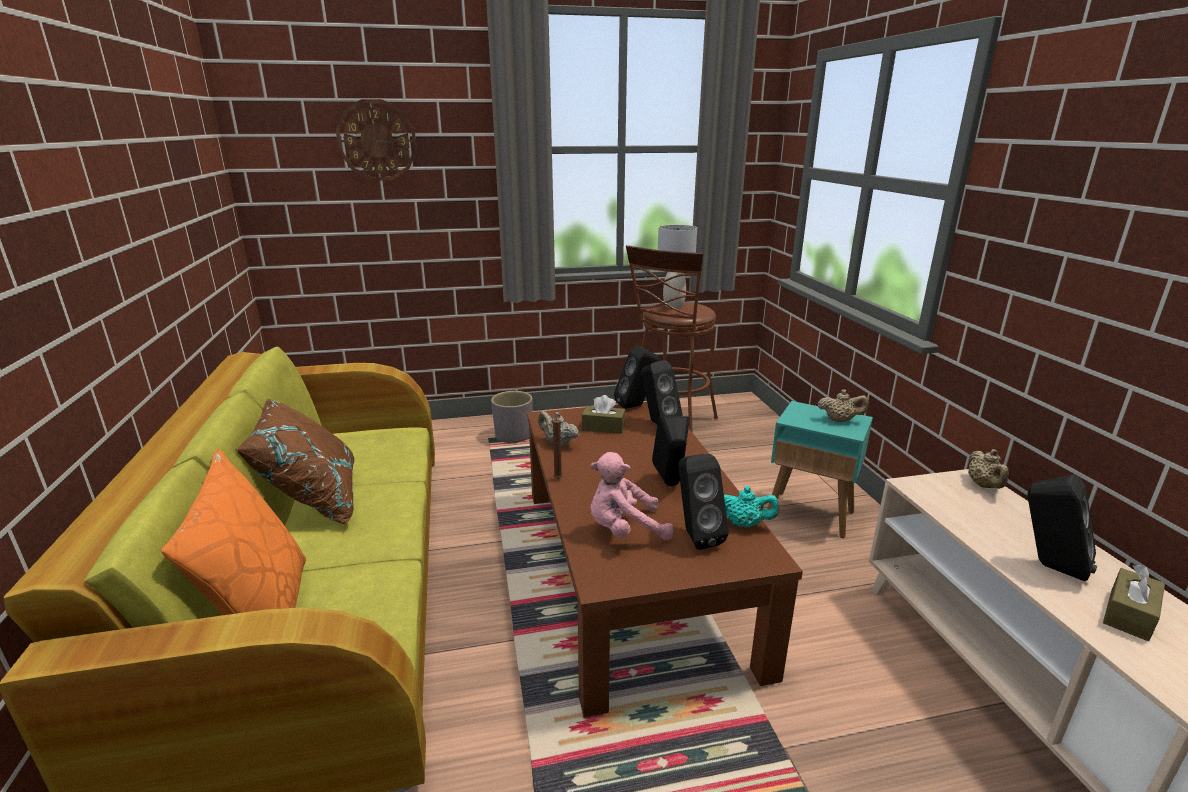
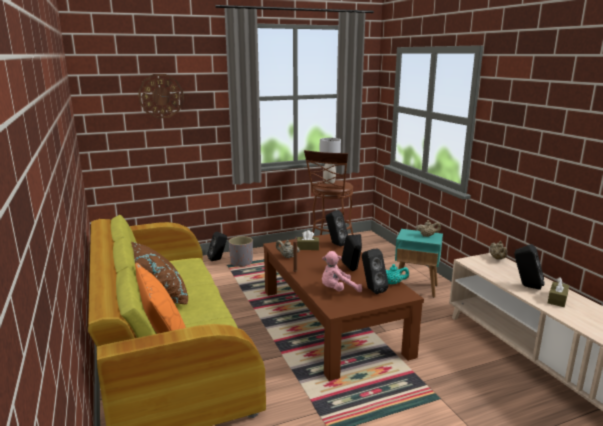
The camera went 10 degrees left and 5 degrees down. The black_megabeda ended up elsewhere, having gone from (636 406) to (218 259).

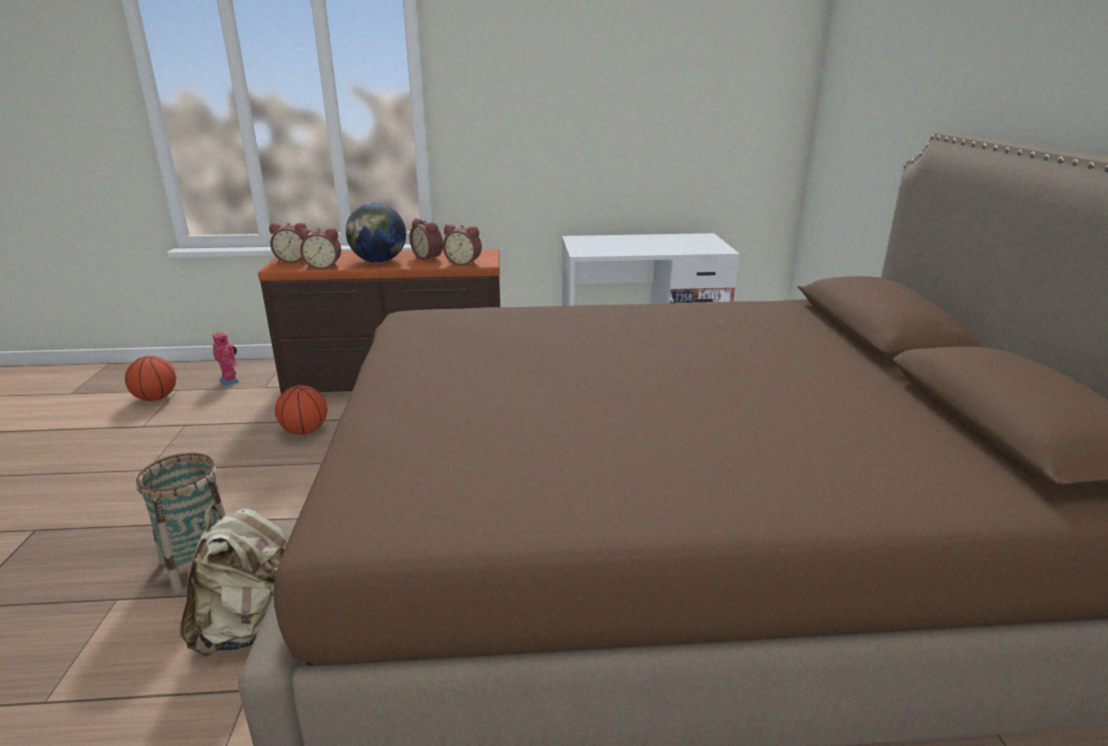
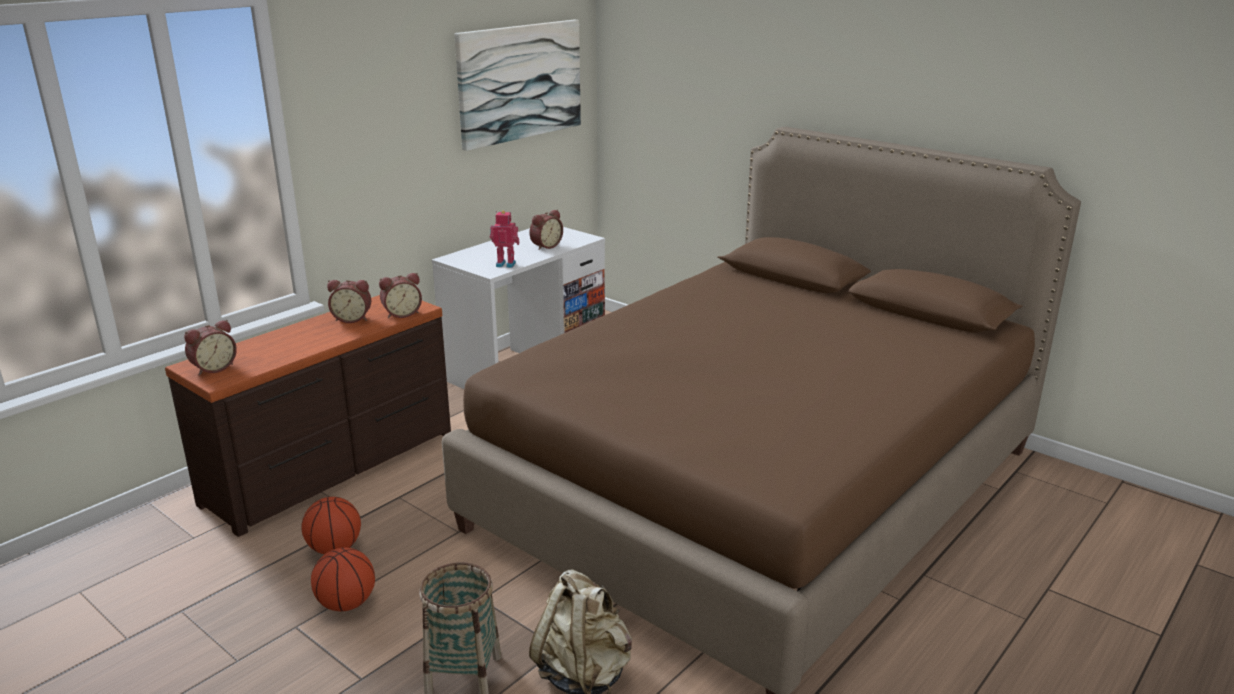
The camera went 45 degrees left and 0 degrees up. The second view lost the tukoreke at (379 261). The second view gained the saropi at (520 82). The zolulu ended up elsewhere, having gone from (156 398) to (346 604). The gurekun ended up elsewhere, having gone from (231 380) to (506 264). The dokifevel ended up elsewhere, having gone from (324 266) to (545 246).

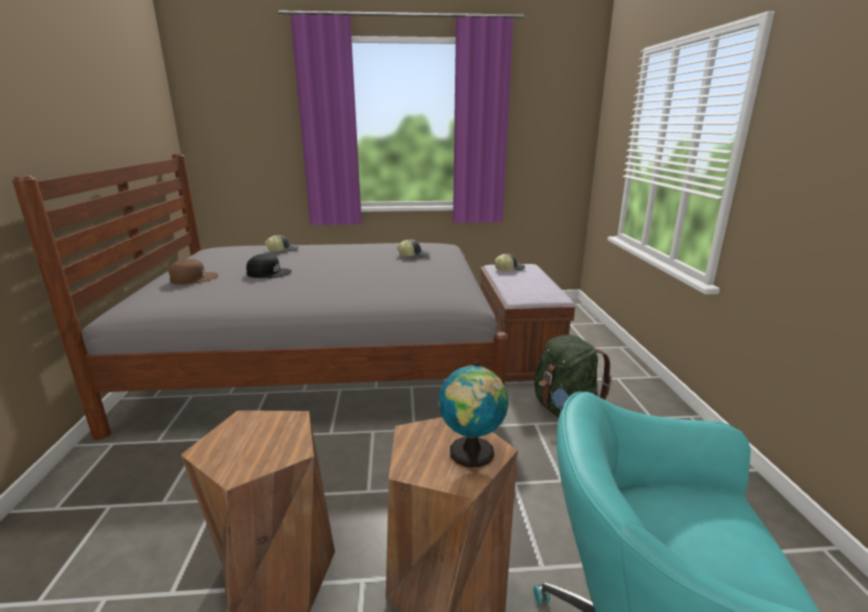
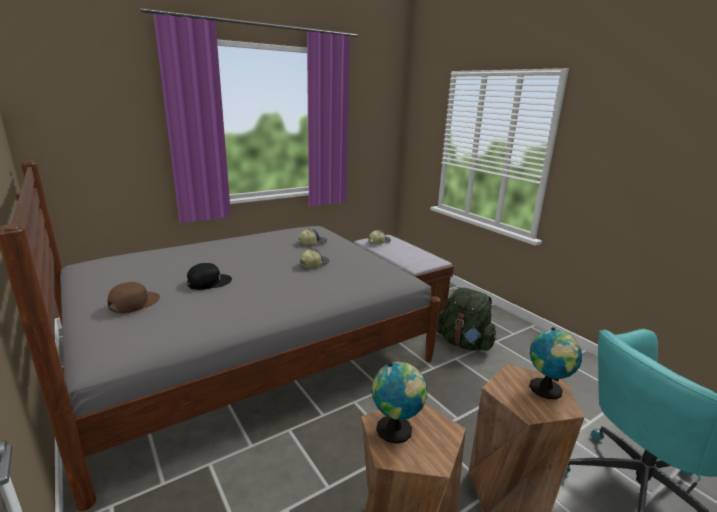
The camera went 30 degrees left and 0 degrees up. The second view gained the tukoreke at (396 430). The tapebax ended up elsewhere, having gone from (283 250) to (314 264).

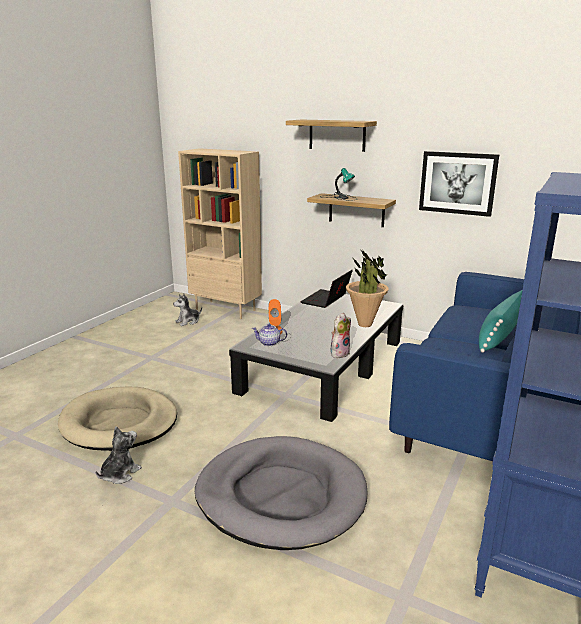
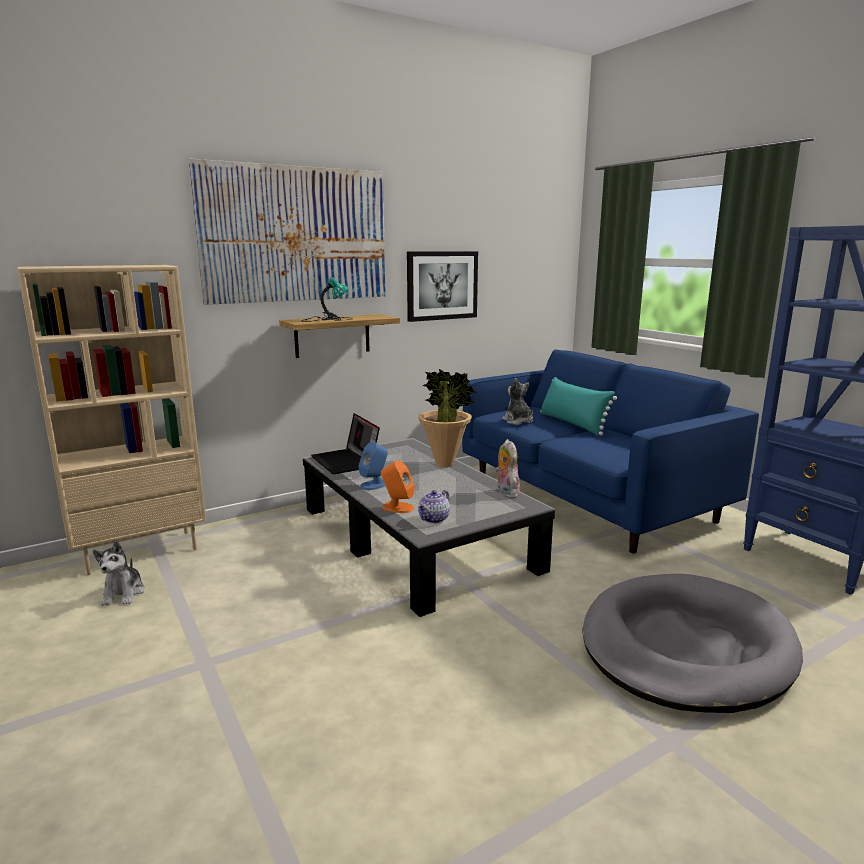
The camera went 60 degrees left and 5 degrees down. The second view lost the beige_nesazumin at (119 423). The second view gained the blue_megabeda at (374 485). The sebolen ended up elsewhere, having gone from (120 474) to (518 421). Where the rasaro hung at (337 135), the saropi came to hang at (295 235).

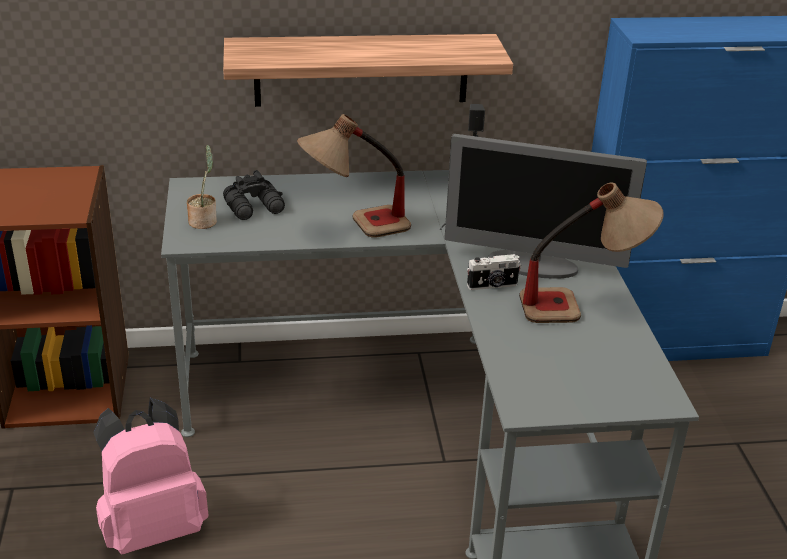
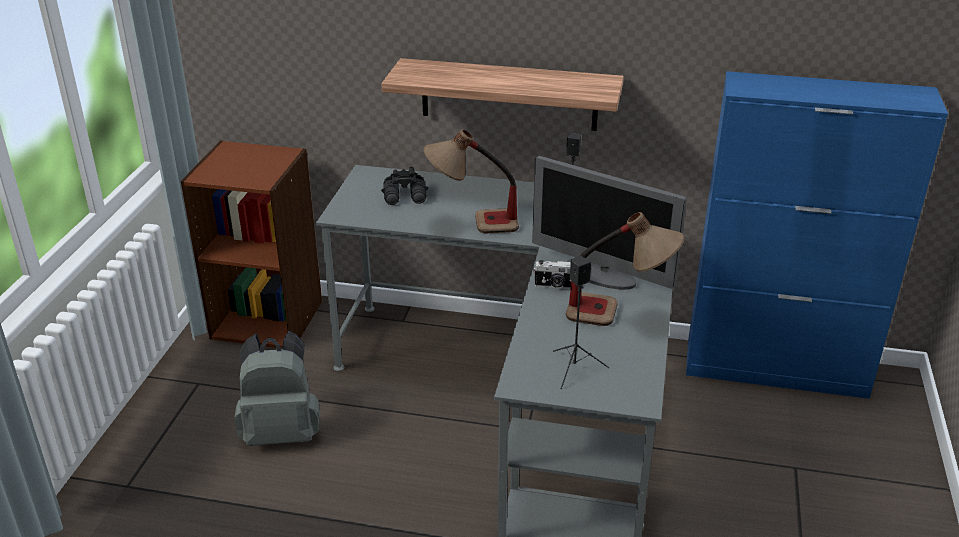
The camera went 20 degrees right and 0 degrees up. The second view lost the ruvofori at (204 221). The second view gained the black_megabeda at (575 368). What was the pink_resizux at (153 527) turned into the grey_resizux at (282 432).

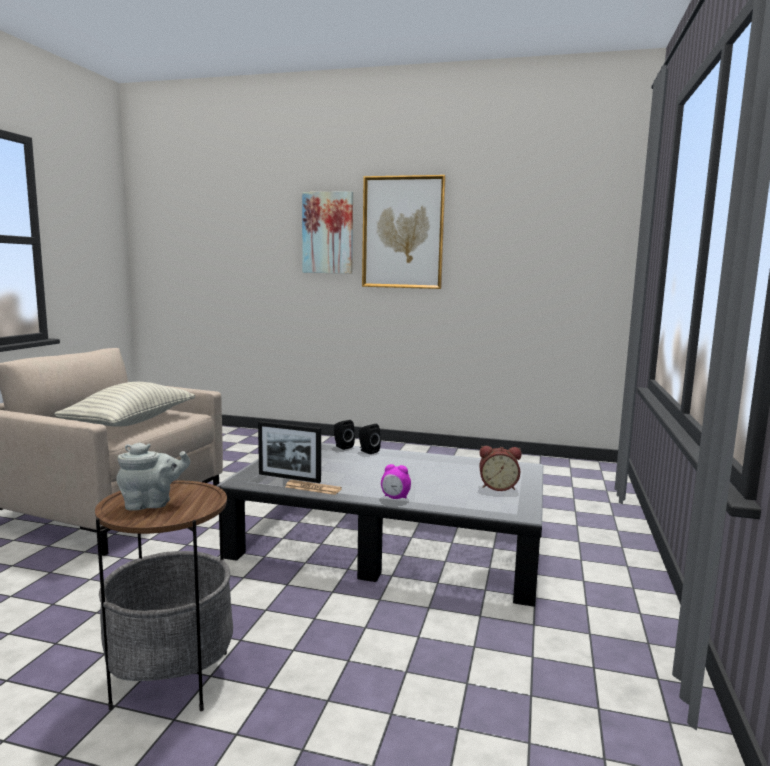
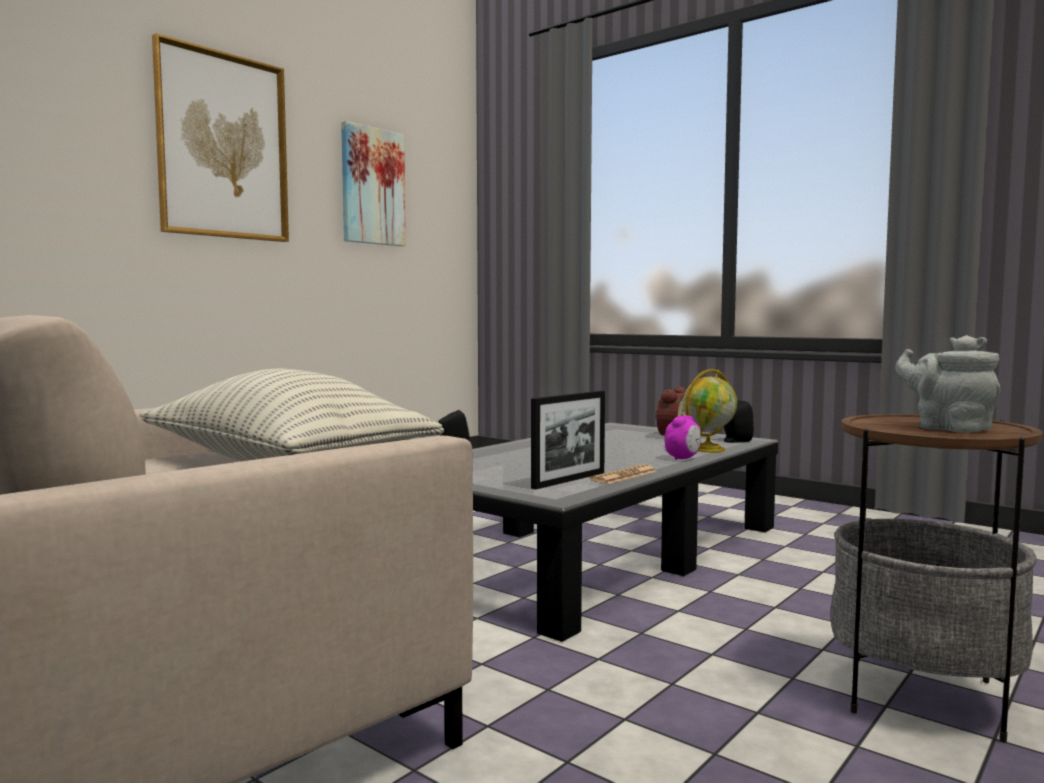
The camera went 65 degrees left and 5 degrees down. The second view gained the tukoreke at (708 449). The saropi ended up elsewhere, having gone from (328 233) to (372 186). The black_megabeda ended up elsewhere, having gone from (367 451) to (735 441). The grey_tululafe at (152 504) ended up facing another way, 45 degrees counterclockwise from before.

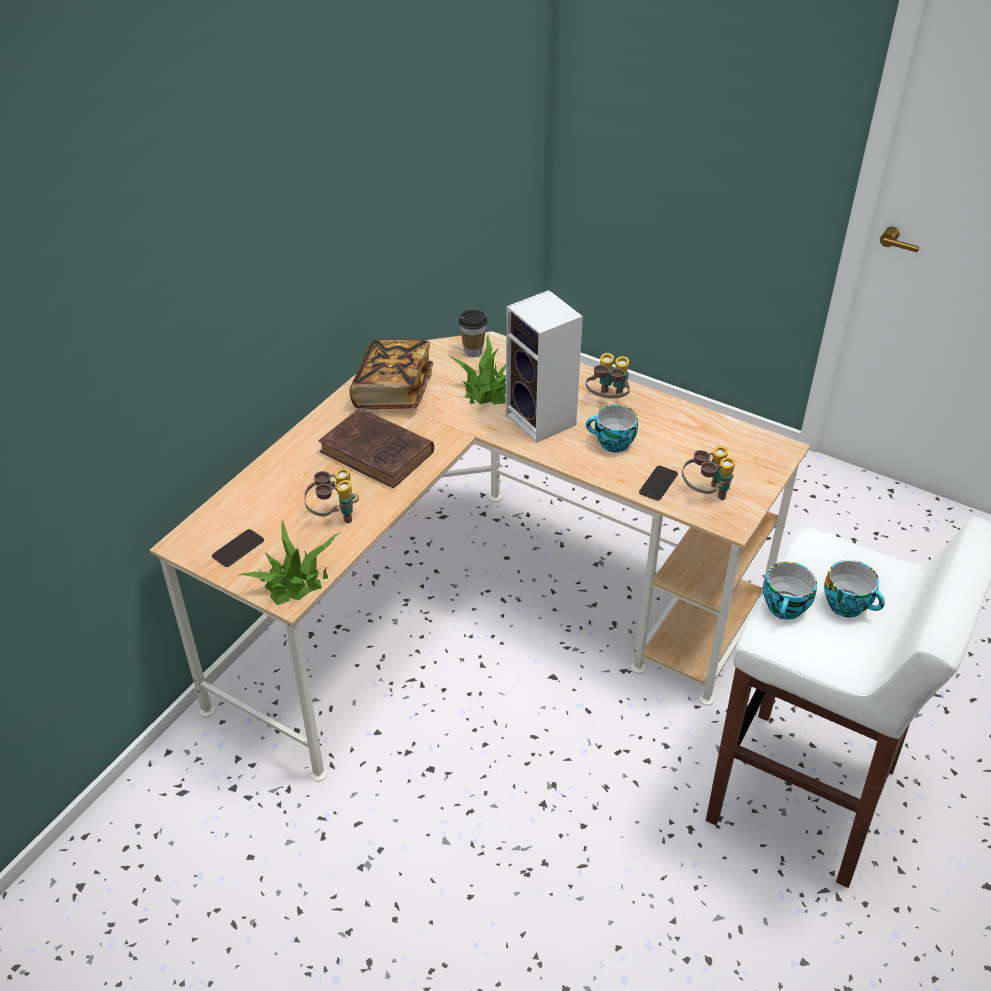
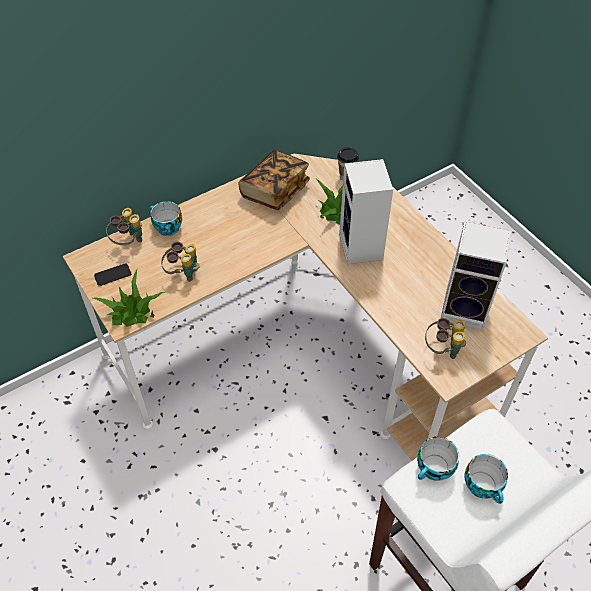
The camera went 25 degrees right and 10 degrees up. The second view lost the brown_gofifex at (379 453). The second view lost the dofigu at (658 484). The second view gained the megabeda at (466 309). The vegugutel ended up elsewhere, having gone from (608 400) to (128 242). The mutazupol ended up elsewhere, having gone from (612 443) to (166 228).

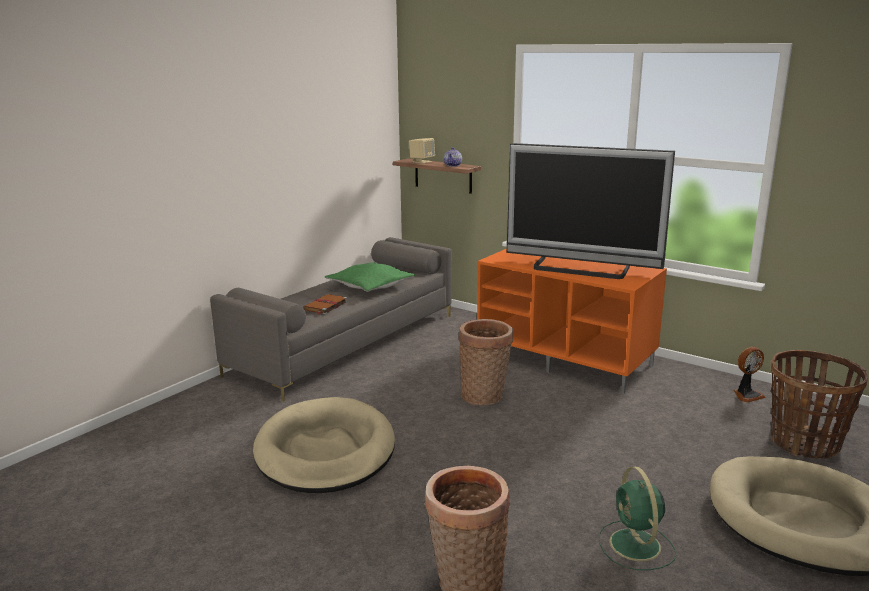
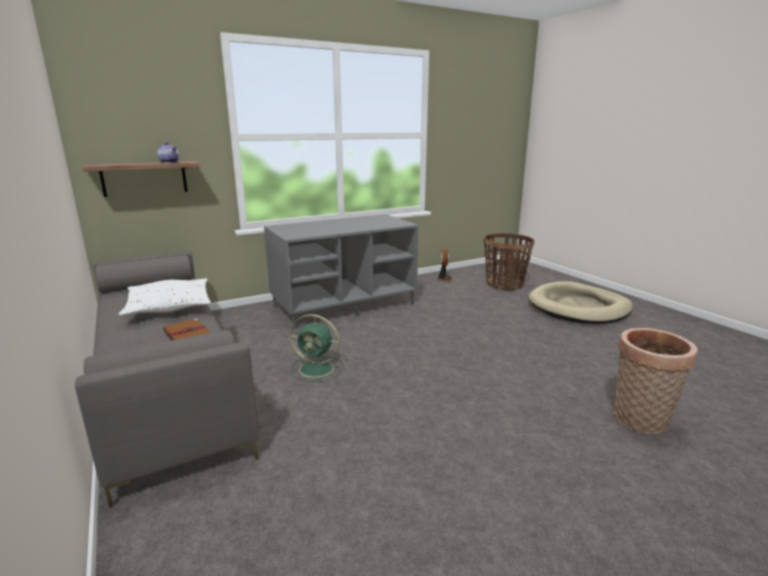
The camera went 65 degrees left and 0 degrees up. The second view lost the beige_nesazumin at (325 451). The second view lost the beige_megabeda at (422 162). The second view lost the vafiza at (485 396). The second view lost the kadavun at (581 269). The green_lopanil ended up elsewhere, having gone from (636 546) to (318 369). What was the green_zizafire at (370 285) turned into the white_zizafire at (169 306). What was the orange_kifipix at (566 359) turned into the grey_kifipix at (344 305).

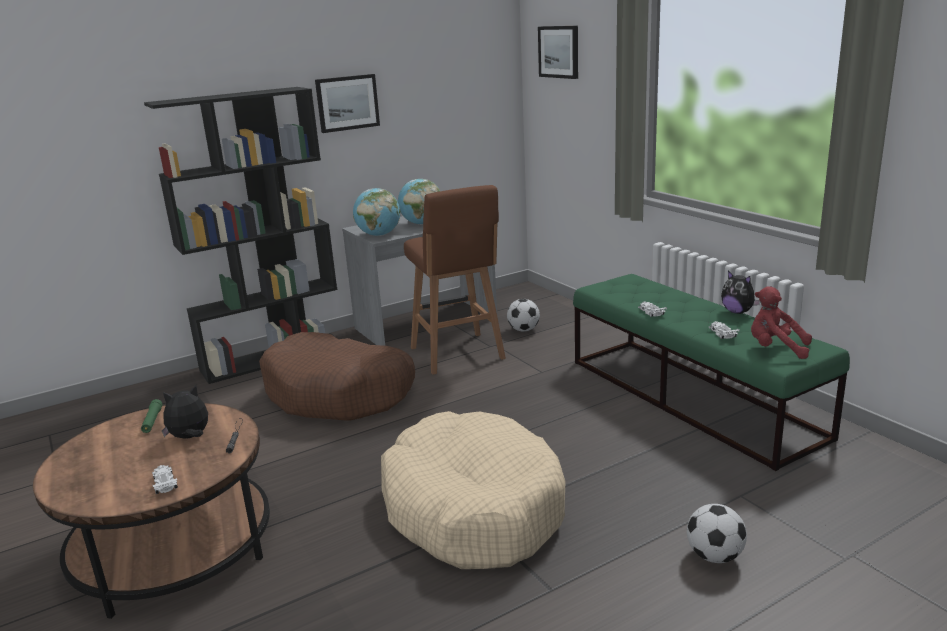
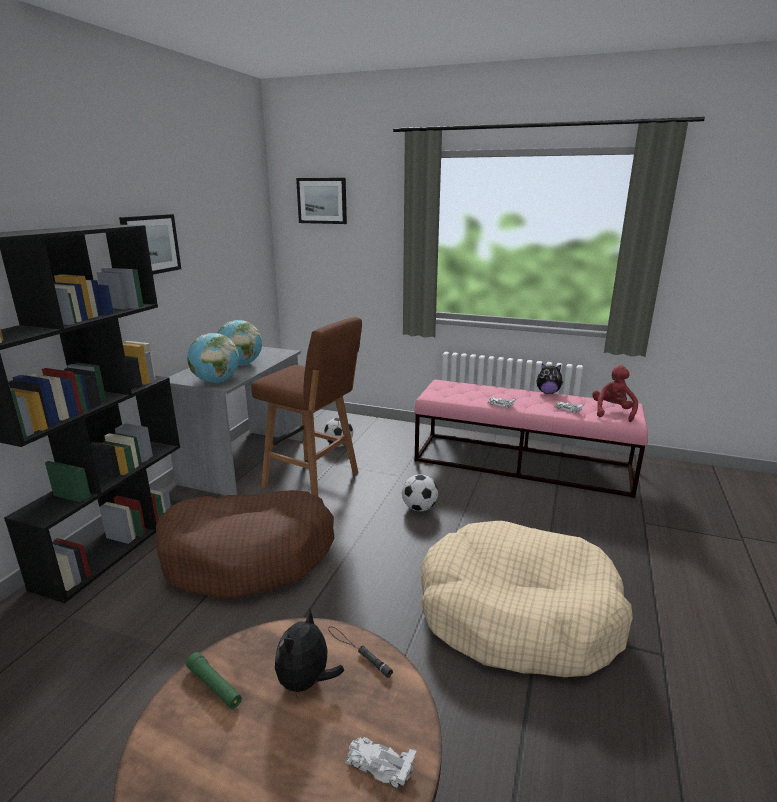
The camera went 40 degrees left and 0 degrees up. The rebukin ended up elsewhere, having gone from (714 556) to (419 508). What was the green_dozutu at (692 397) turned into the pink_dozutu at (522 463). The red_sebolen at (775 349) ended up facing another way, 120 degrees clockwise from before.

